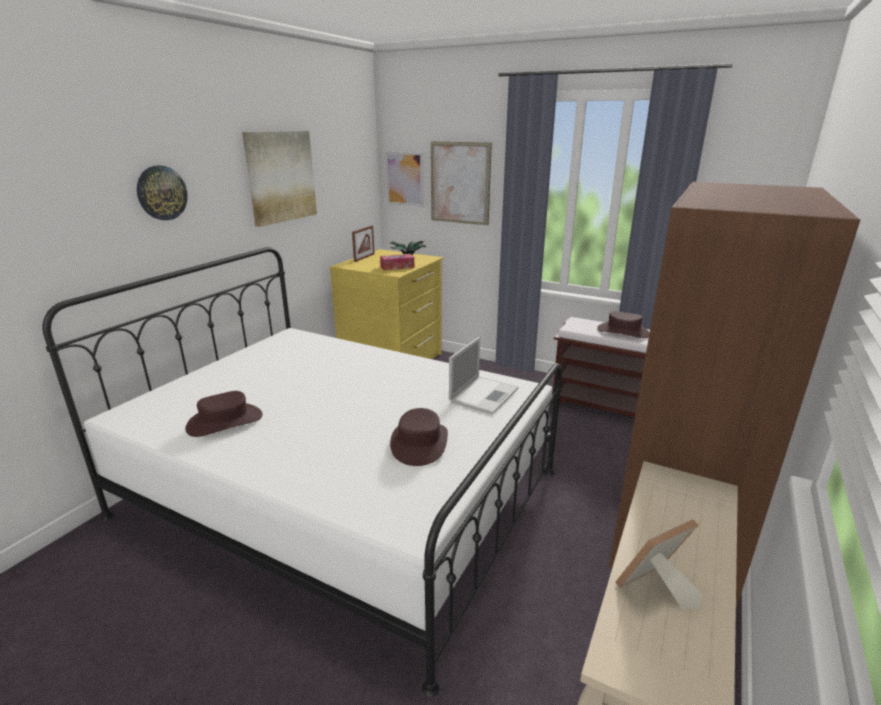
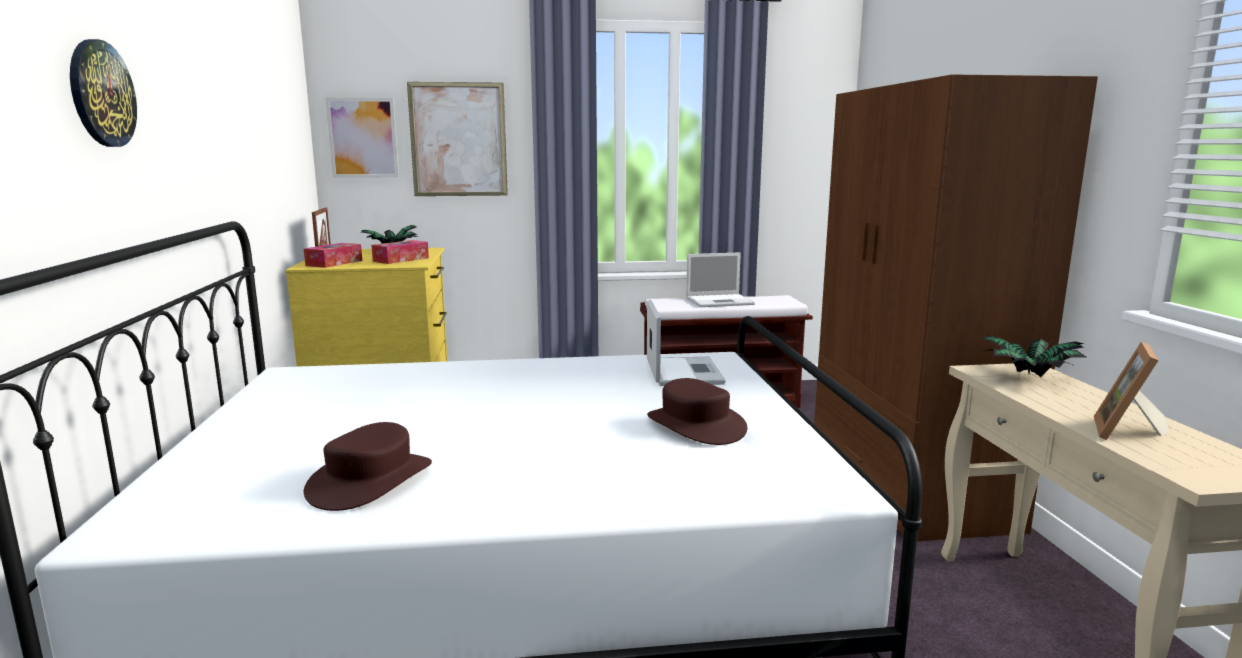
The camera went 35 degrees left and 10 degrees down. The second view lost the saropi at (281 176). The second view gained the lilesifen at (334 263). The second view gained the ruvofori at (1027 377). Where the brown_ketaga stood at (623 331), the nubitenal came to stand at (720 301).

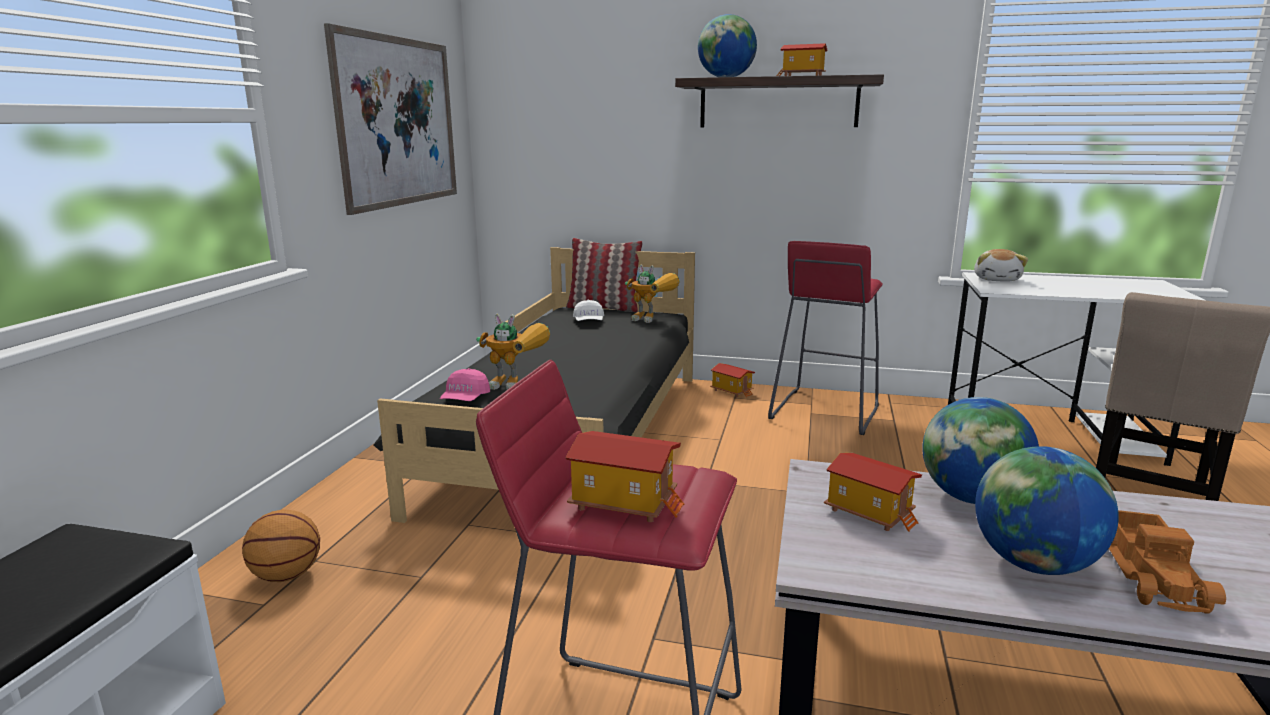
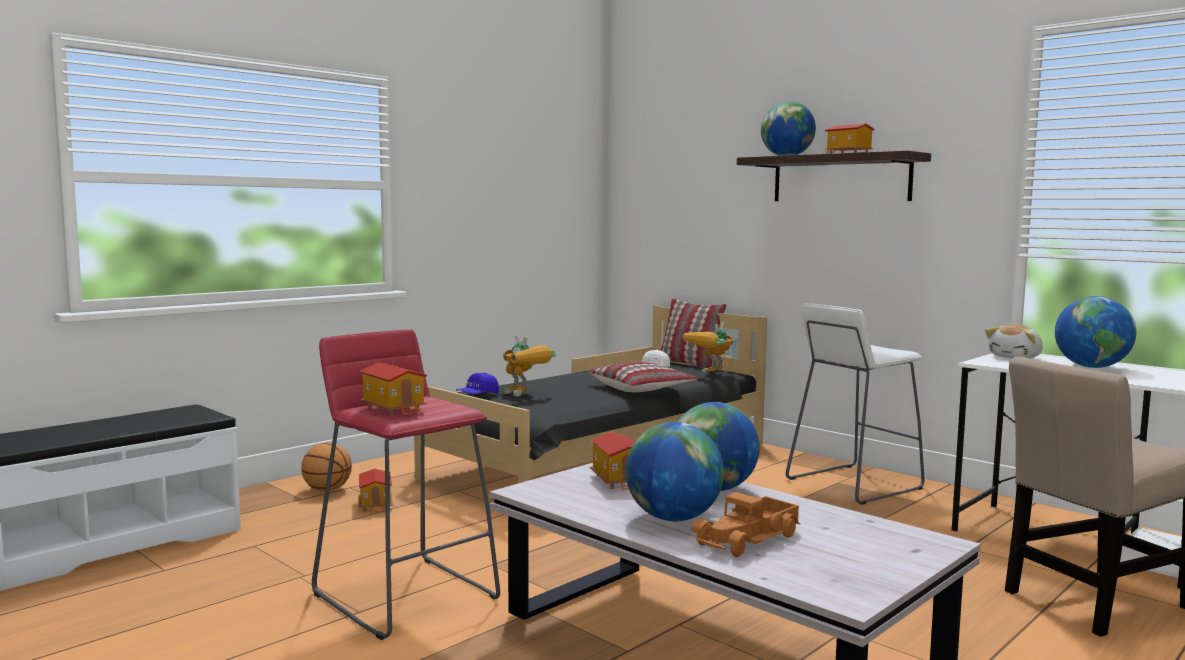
The camera went 30 degrees right and 10 degrees down. The second view lost the saropi at (399 122). The second view gained the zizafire at (642 388). The second view gained the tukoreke at (1091 367). The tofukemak ended up elsewhere, having gone from (732 391) to (376 505). What was the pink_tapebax at (465 400) turned into the blue_tapebax at (477 396). What was the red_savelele at (824 412) turned into the white_savelele at (852 484). The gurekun at (653 320) ended up facing another way, 75 degrees clockwise from before.

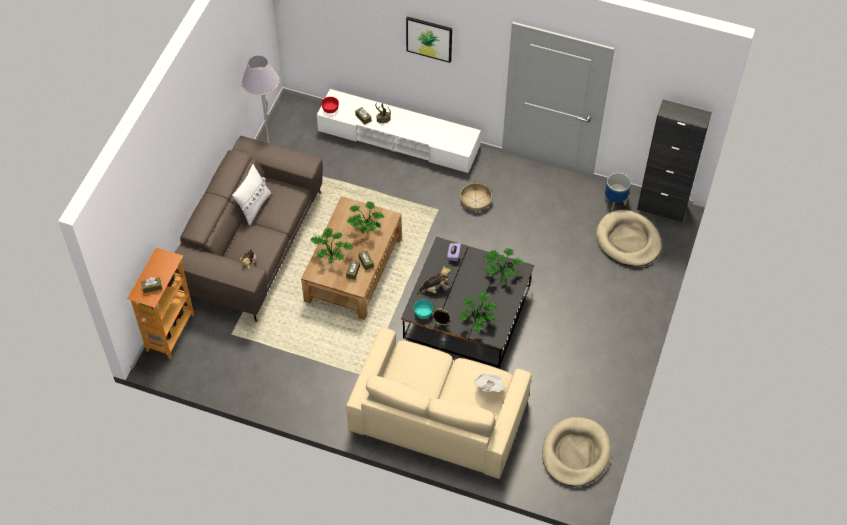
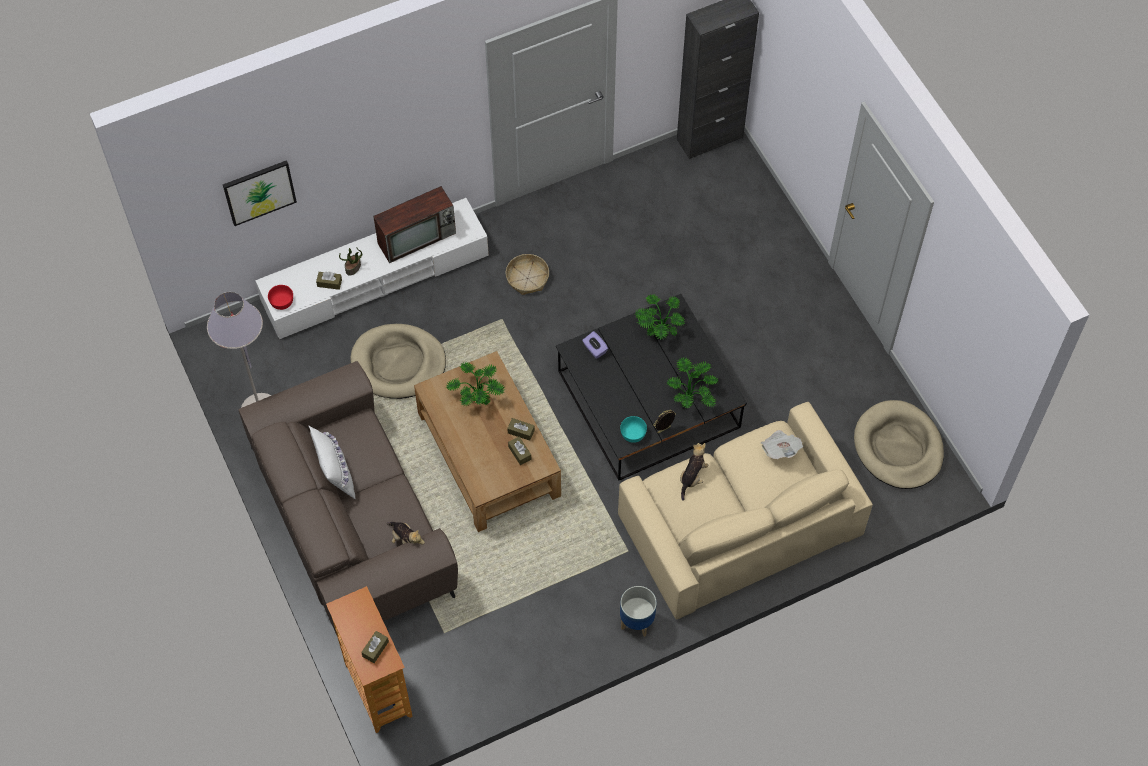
The camera went 45 degrees left and 5 degrees up. The second view lost the ruvofori at (332 254). The second view gained the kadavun at (418 237). The saropi ended up elsewhere, having gone from (429 38) to (259 192). The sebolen ended up elsewhere, having gone from (435 288) to (692 477). The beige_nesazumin ended up elsewhere, having gone from (628 241) to (398 364). The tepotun ended up elsewhere, having gone from (614 202) to (637 622).

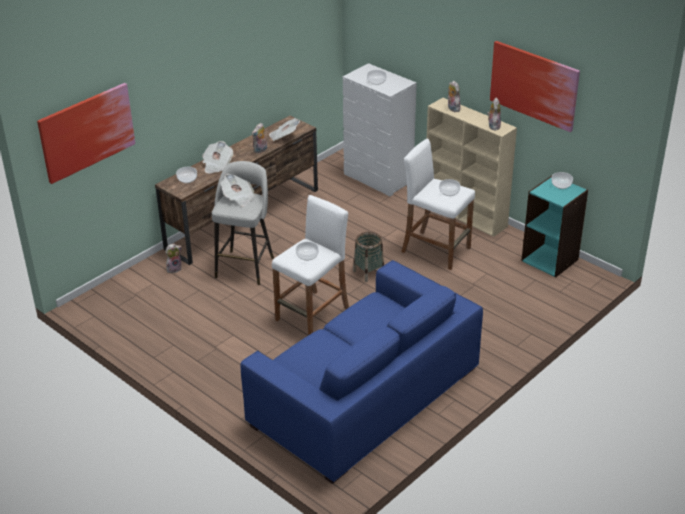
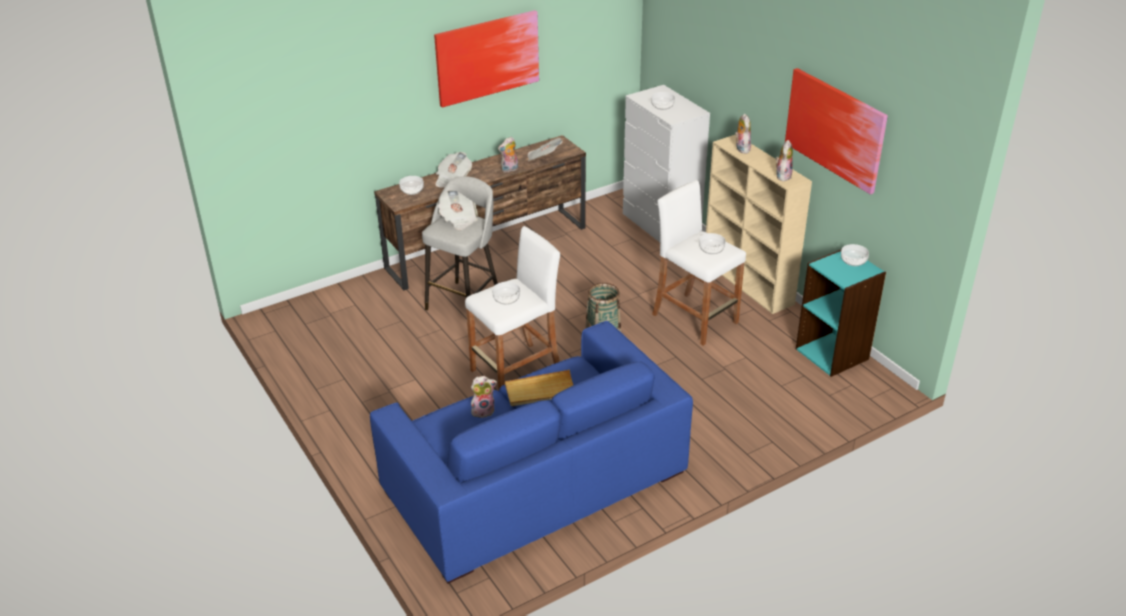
The camera went 15 degrees right and 0 degrees up. The second view gained the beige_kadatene at (540 391). The saropi ended up elsewhere, having gone from (86 132) to (487 57). The sebolen ended up elsewhere, having gone from (174 268) to (483 410).

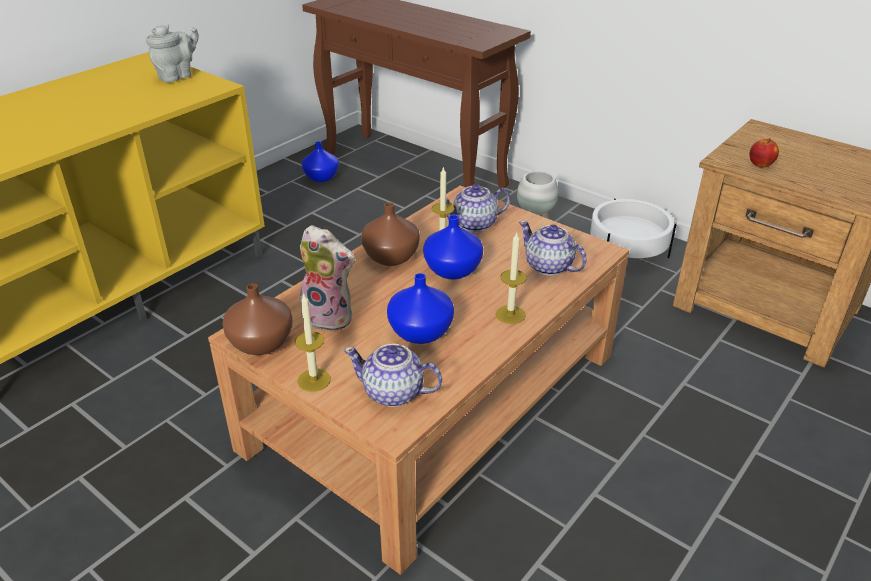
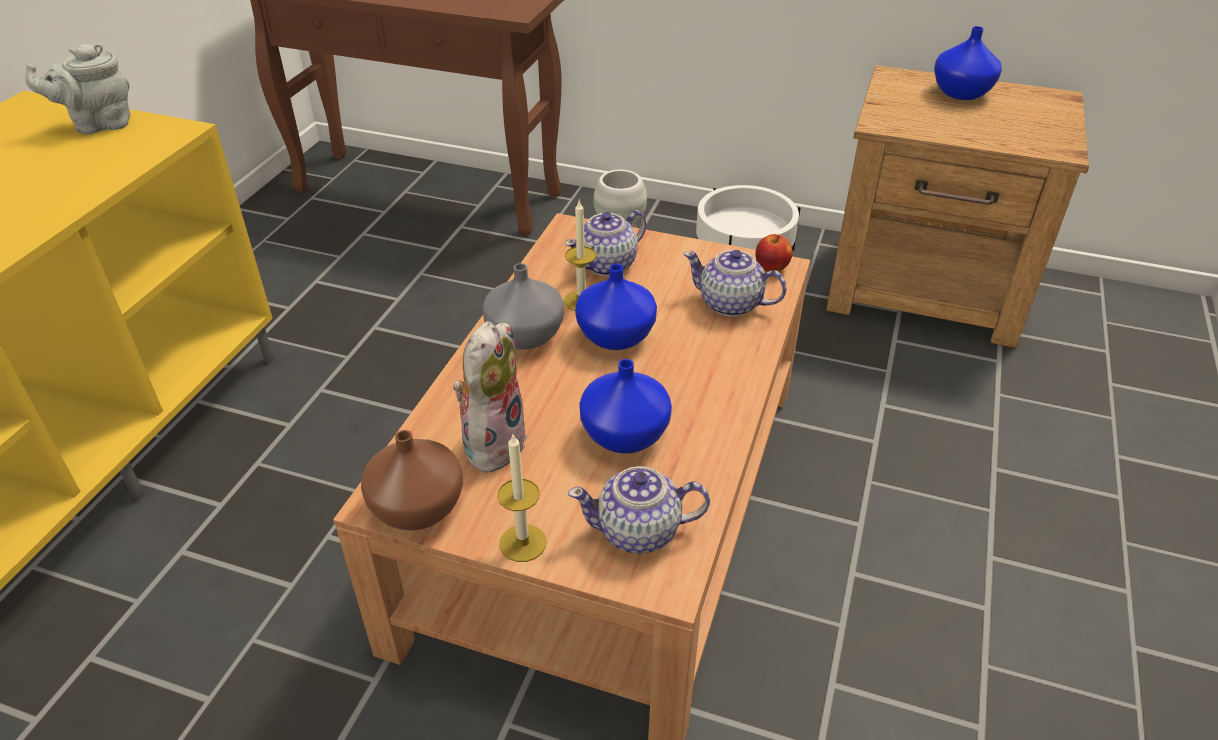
The camera went 20 degrees left and 5 degrees up. The second view lost the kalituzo at (510 314). The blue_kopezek ended up elsewhere, having gone from (322 177) to (962 92). The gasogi ended up elsewhere, having gone from (760 164) to (771 268). What was the brown_kopezek at (390 257) turned into the grey_kopezek at (524 336). The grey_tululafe at (178 76) ended up facing another way, 135 degrees counterclockwise from before. The sebolen at (331 316) ended up facing another way, 75 degrees counterclockwise from before.

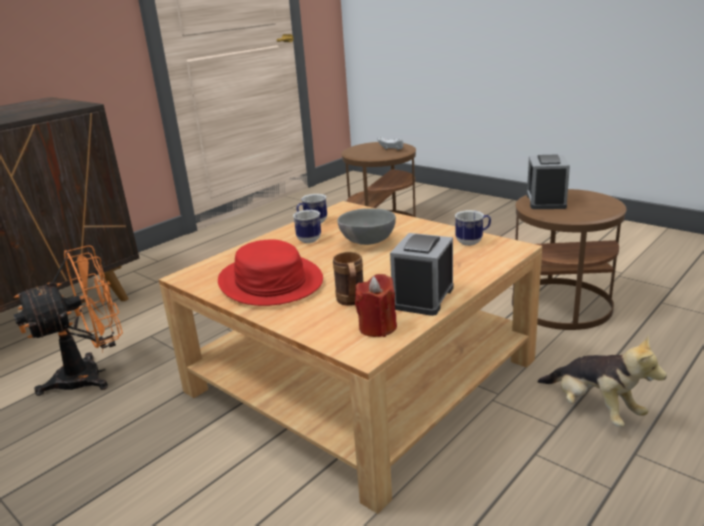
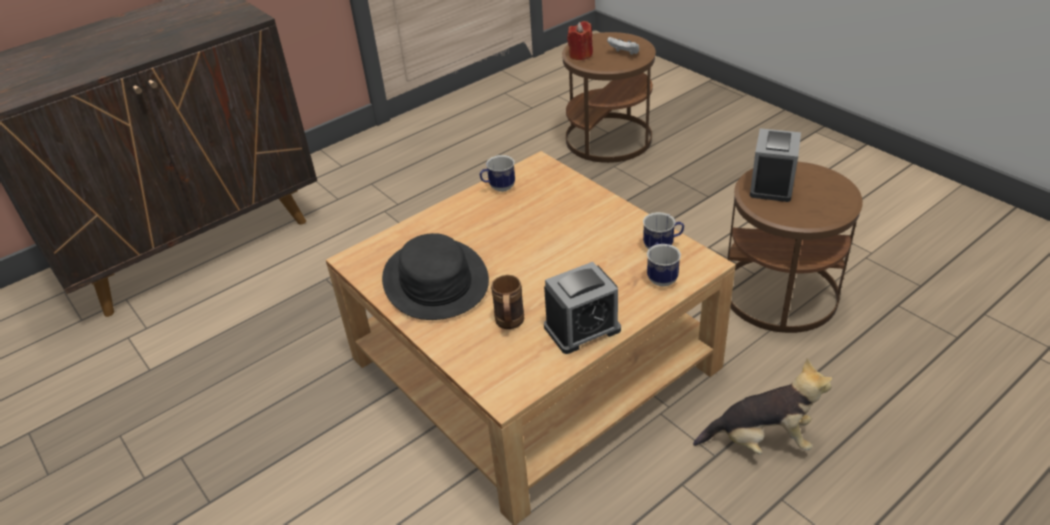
The camera went 10 degrees right and 15 degrees up. The second view lost the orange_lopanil at (91 375). The second view lost the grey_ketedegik at (366 242). The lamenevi ended up elsewhere, having gone from (308 238) to (660 277). The red_kalituzo ended up elsewhere, having gone from (377 327) to (580 55). What was the red_ketaga at (270 281) turned into the black_ketaga at (435 281). The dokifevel at (423 297) ended up facing another way, 150 degrees counterclockwise from before. The sebolen at (594 409) ended up facing another way, 60 degrees counterclockwise from before.

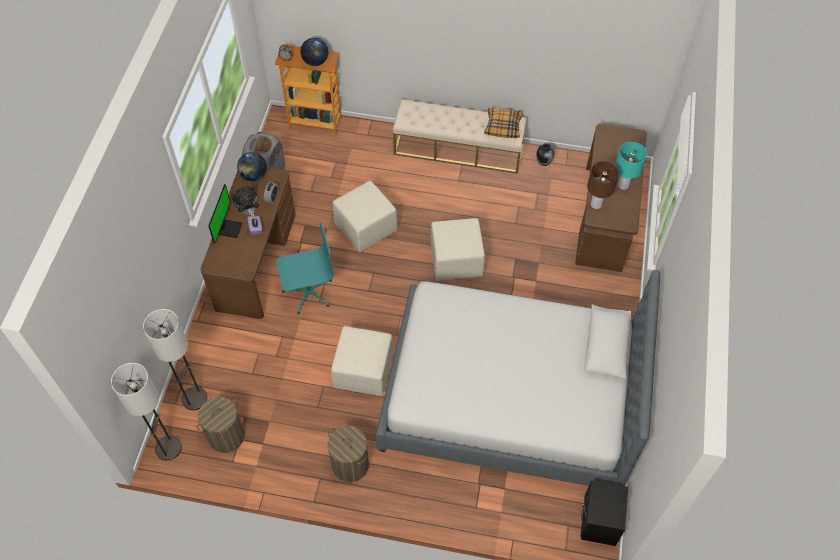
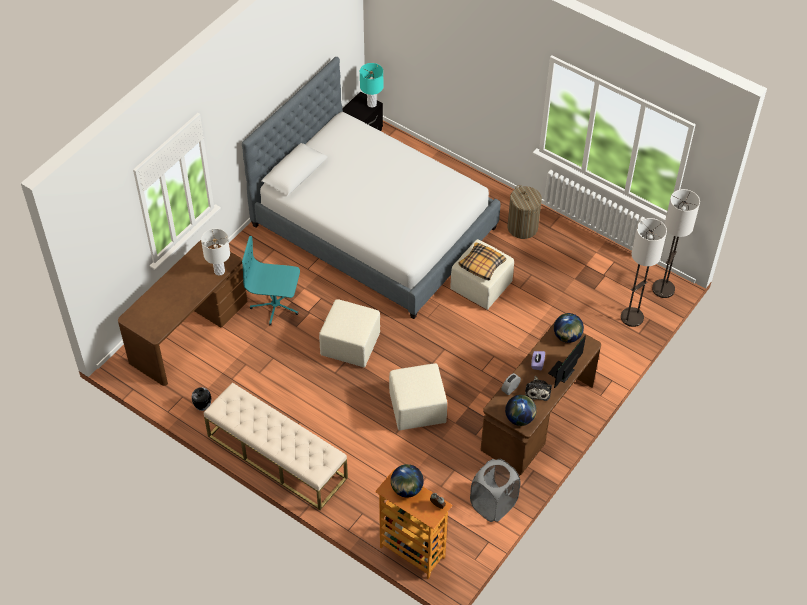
The camera went 155 degrees left and 5 degrees down. The second view lost the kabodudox at (226 436). The second view gained the tukoreke at (567 336). The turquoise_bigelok ended up elsewhere, having gone from (308 292) to (275 305). The zizafire ended up elsewhere, having gone from (503 126) to (481 265). The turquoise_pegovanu ended up elsewhere, having gone from (623 185) to (372 104). What was the brown_pegovanu at (596 204) turned into the white_pegovanu at (219 271).

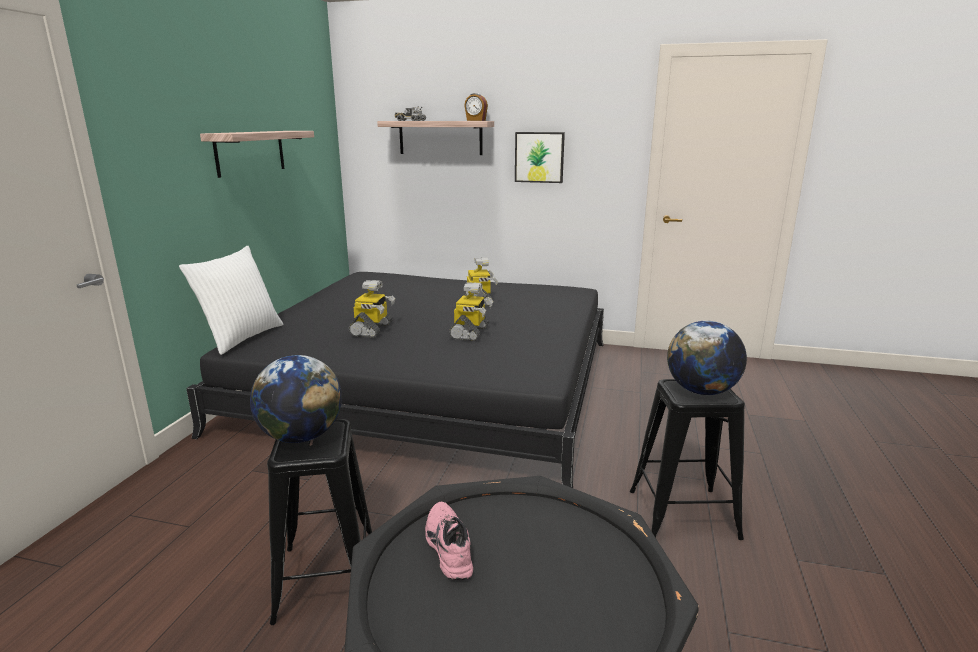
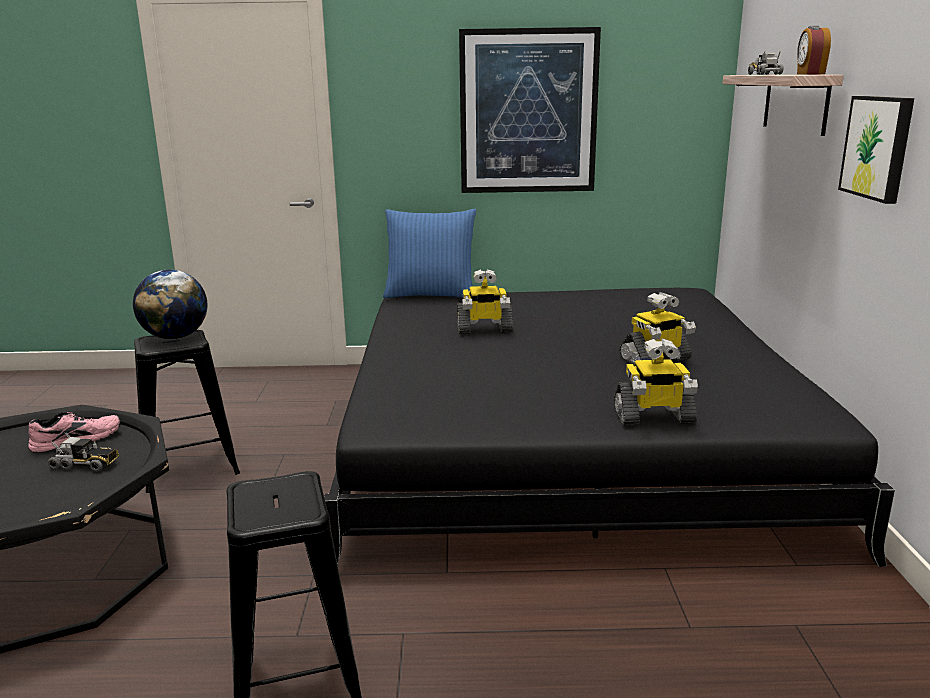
The camera went 75 degrees right and 0 degrees up. The second view lost the tukoreke at (701 391). The second view gained the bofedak at (86 464). The gurekun ended up elsewhere, having gone from (470 332) to (653 418). Where the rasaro hung at (250 152), the saropi came to hang at (528 112). What was the white_zizafire at (241 337) turned into the blue_zizafire at (430 295).

